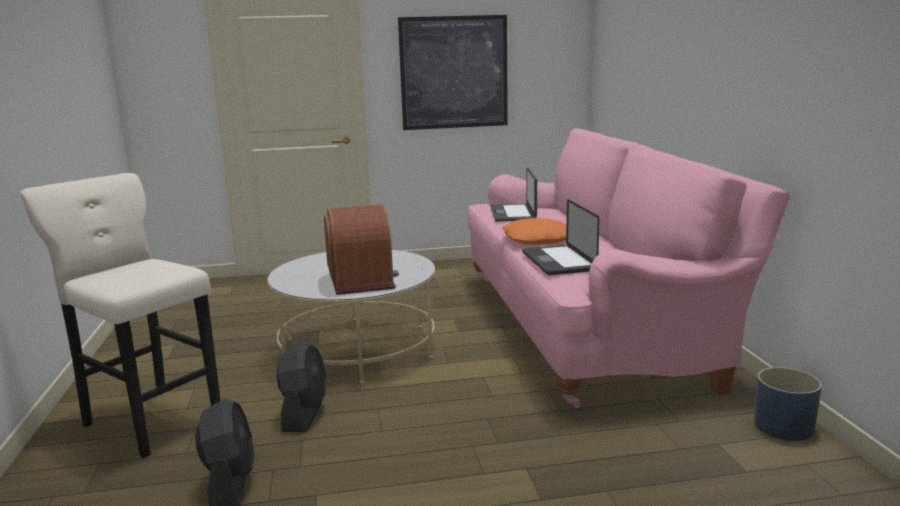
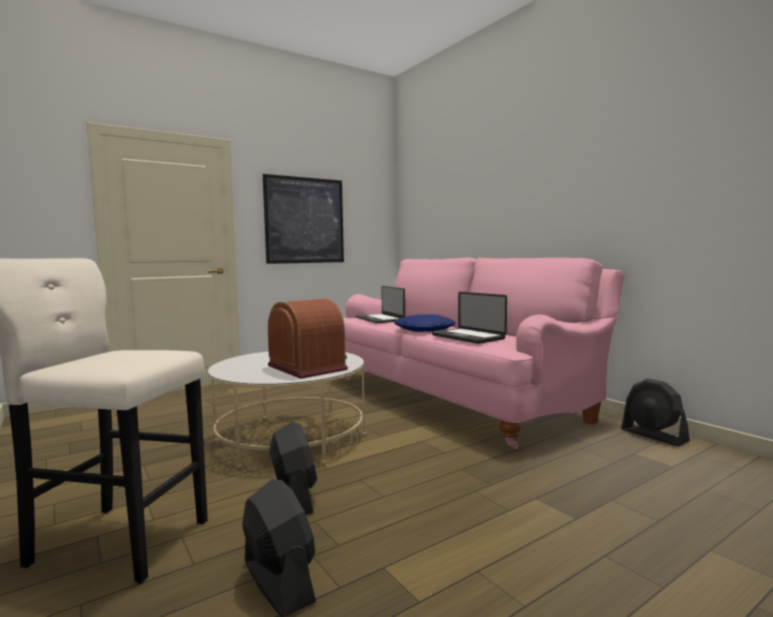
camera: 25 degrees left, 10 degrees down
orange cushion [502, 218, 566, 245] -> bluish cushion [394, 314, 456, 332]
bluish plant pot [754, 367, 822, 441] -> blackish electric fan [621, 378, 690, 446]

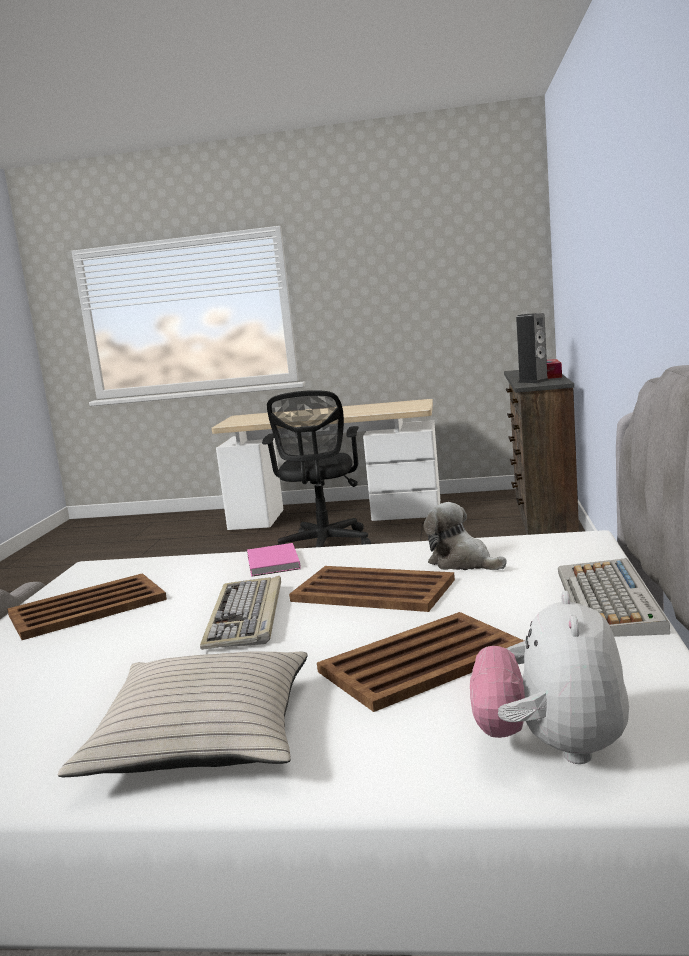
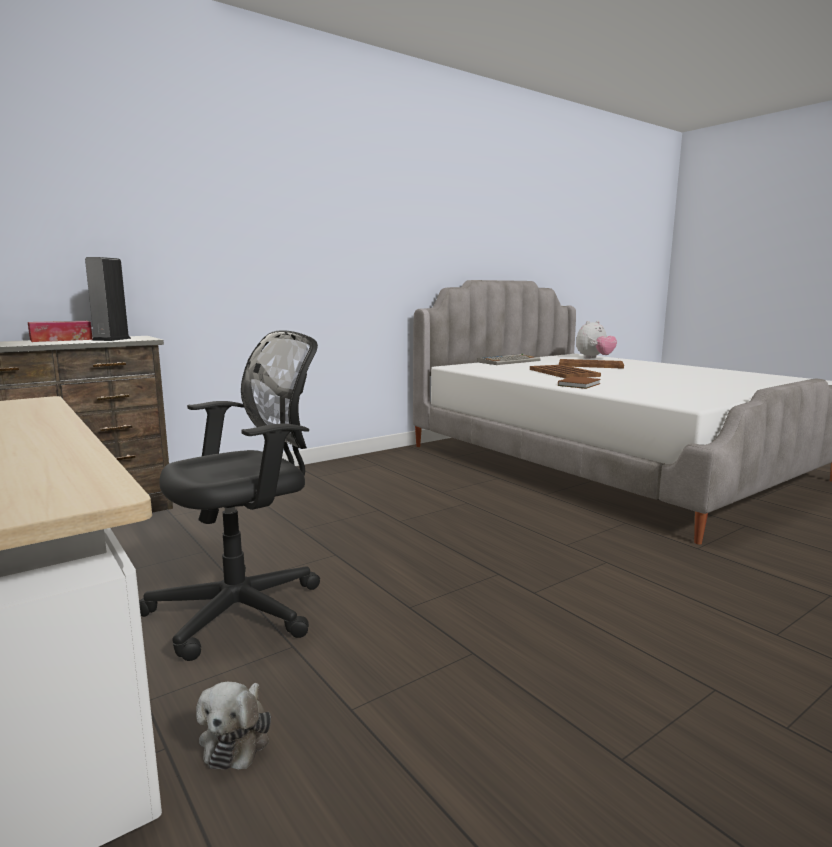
camera: 135 degrees left, 0 degrees up
brown-coloured tray [7, 573, 167, 640] -> none
beige-coloured cushion [58, 651, 308, 777] -> none
keyboard [200, 576, 281, 650] -> none
pinkish volume [247, 543, 301, 577] -> brown-coloured volume [558, 376, 601, 389]
plush toy [424, 502, 507, 570] -> plush toy [196, 682, 271, 770], shifted

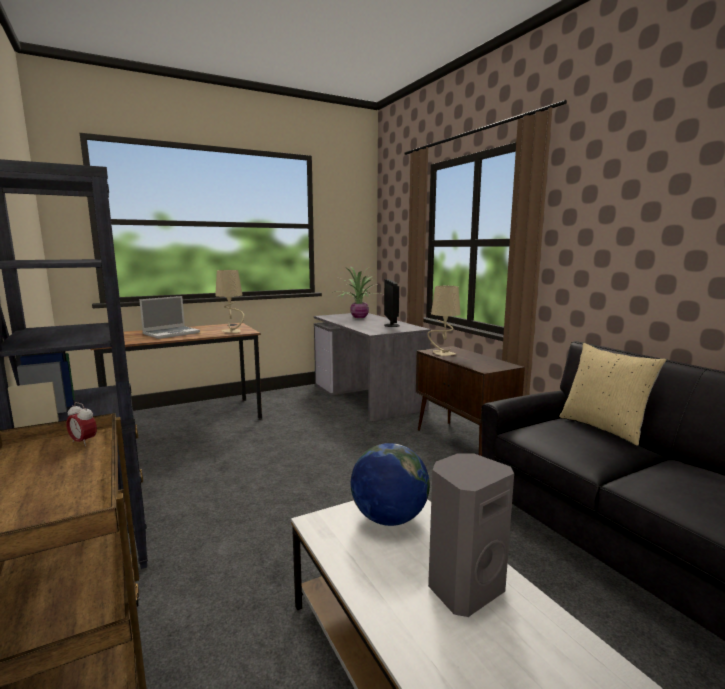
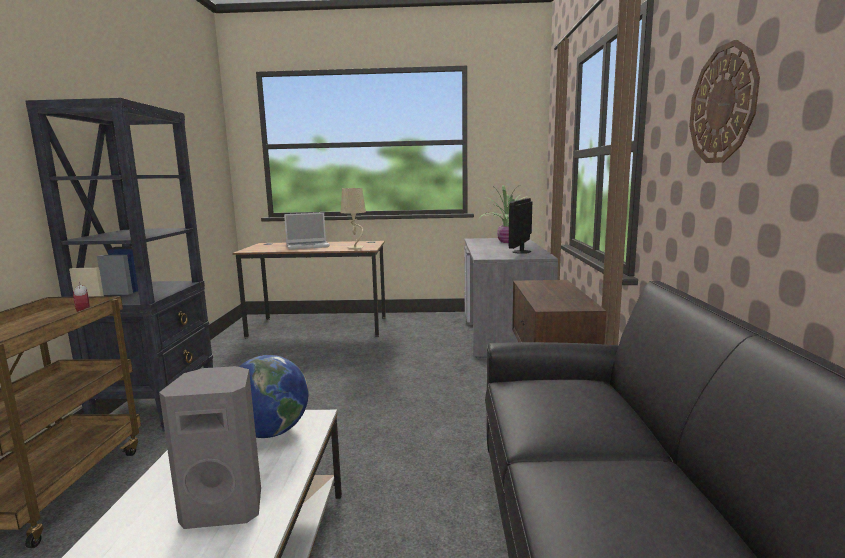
camera: 30 degrees right, 0 degrees up
beige-coloured lamp for a table [427, 286, 461, 356] -> none
beige-coloured cushion [559, 343, 666, 446] -> none
none -> clock on the wall [689, 40, 760, 163]

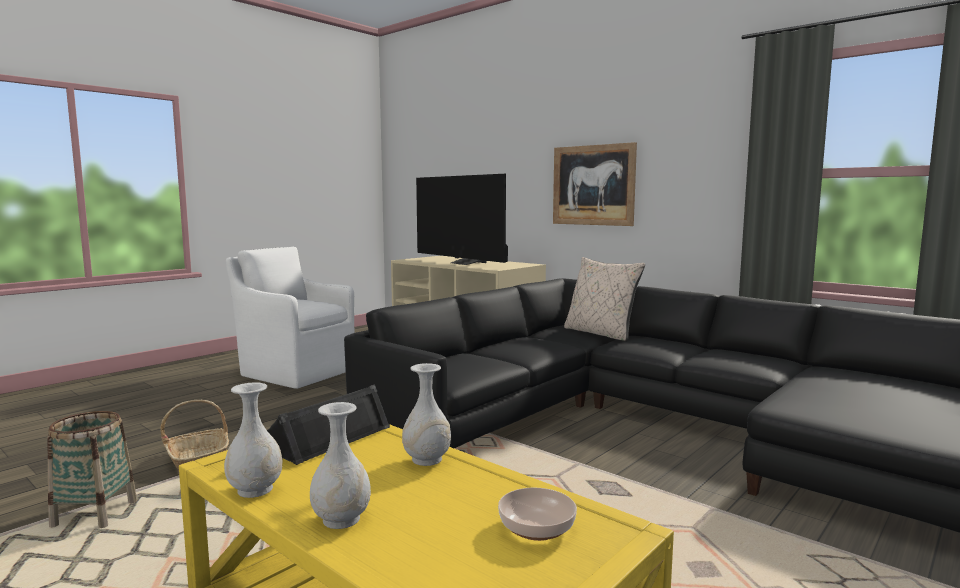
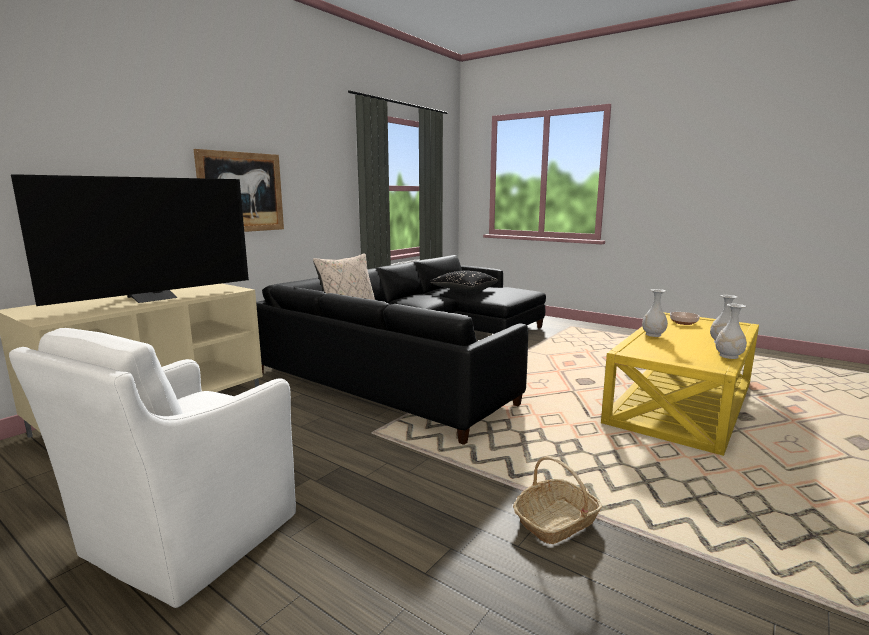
camera: 95 degrees left, 5 degrees up
basket [48, 411, 137, 528] -> none
blackish loudspeaker [267, 384, 390, 465] -> none
none -> blackish cushion [430, 270, 498, 292]

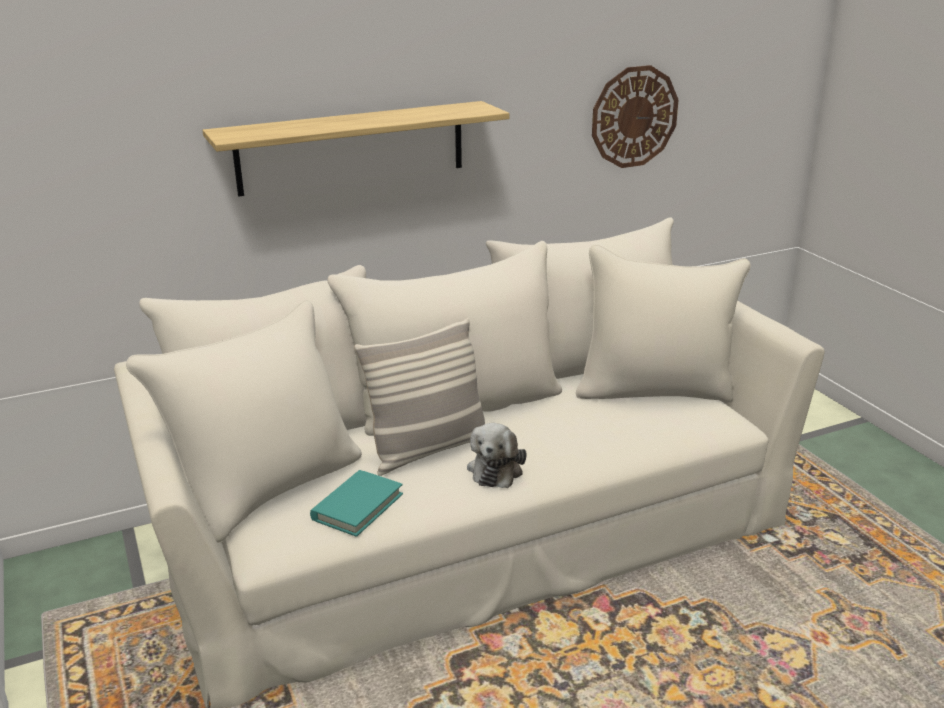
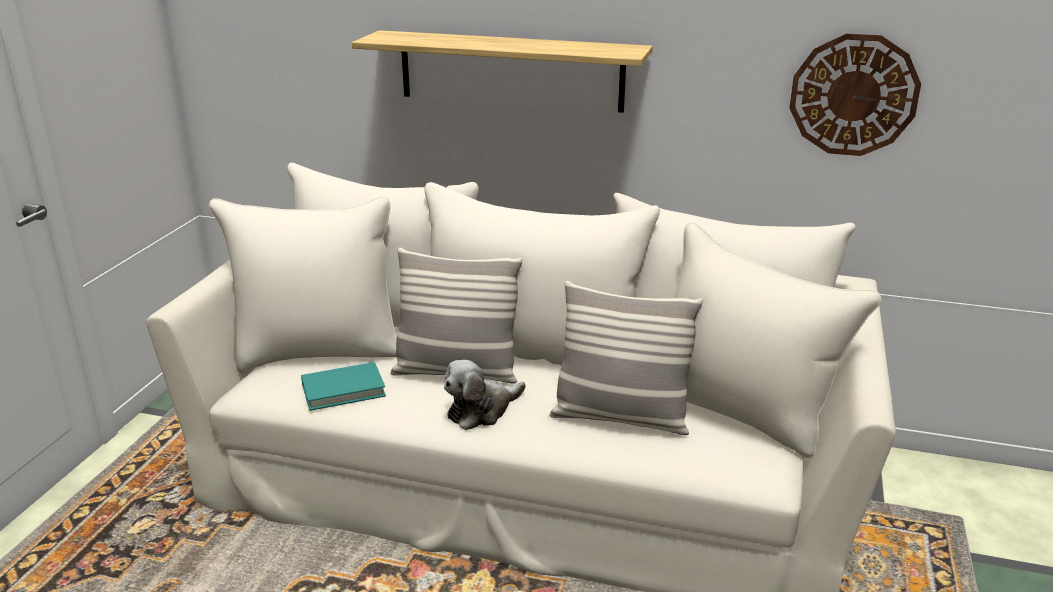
camera: 40 degrees right, 0 degrees up
none -> cushion [549, 281, 703, 435]

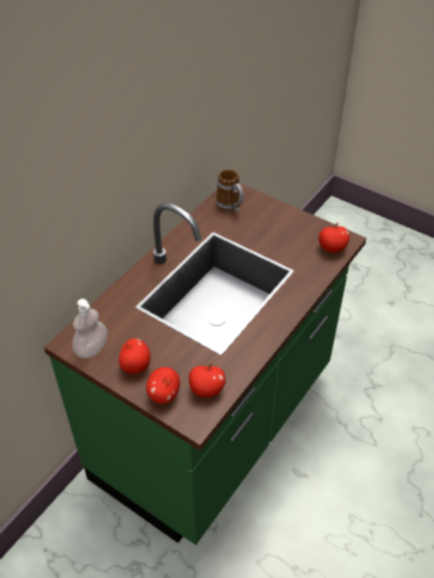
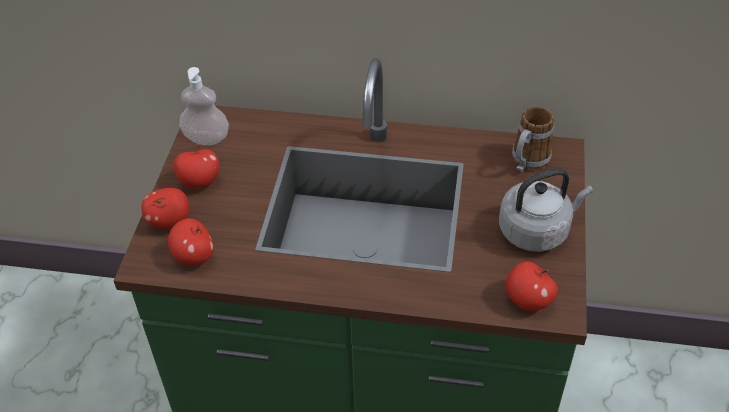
camera: 65 degrees right, 0 degrees up
none -> greyish tea kettle [499, 169, 593, 252]

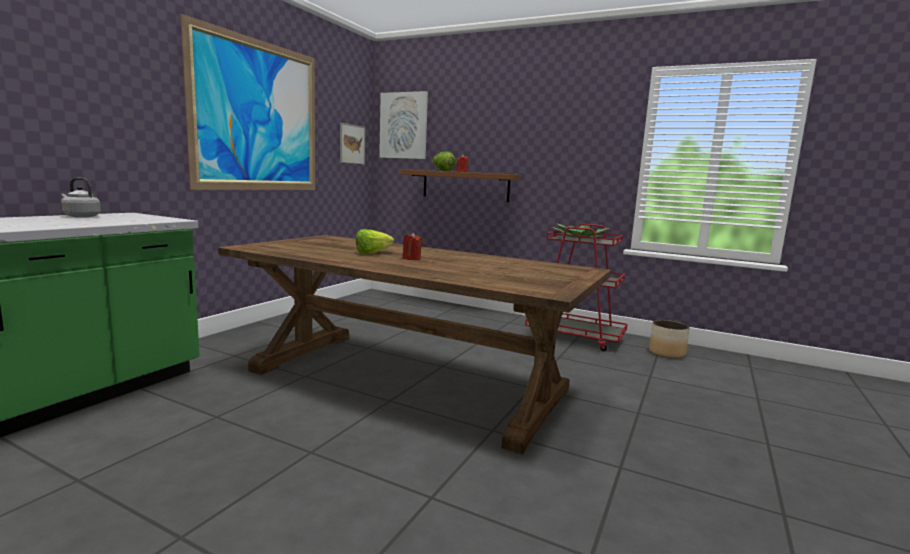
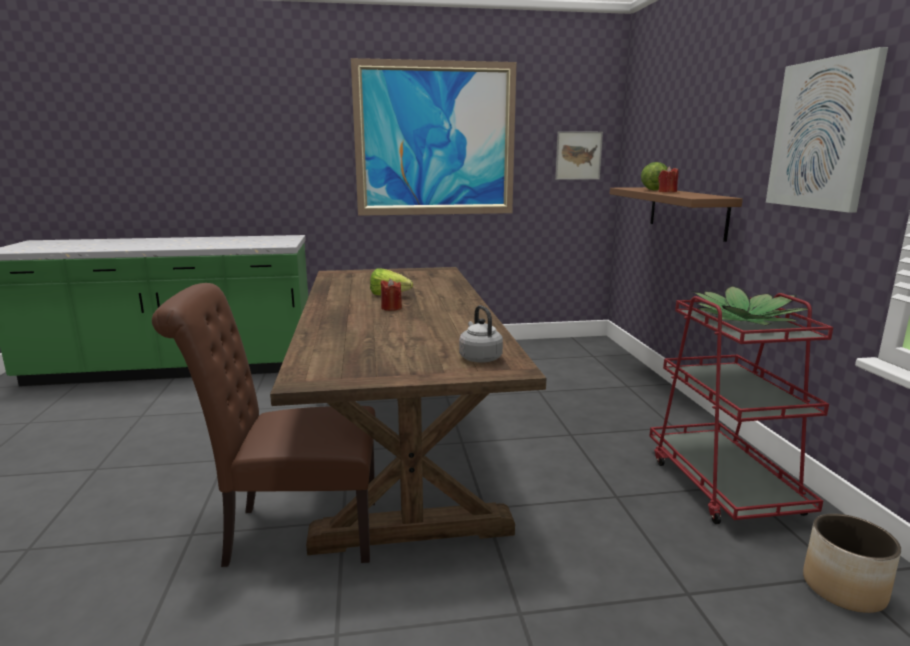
camera: 55 degrees right, 5 degrees up
greyish tea kettle [61, 178, 101, 218] -> greyish tea kettle [459, 305, 503, 363], shifted
wall picture [379, 91, 428, 159] -> wall picture [766, 47, 888, 213], shifted
none -> brown-coloured upright chair [152, 283, 376, 567]

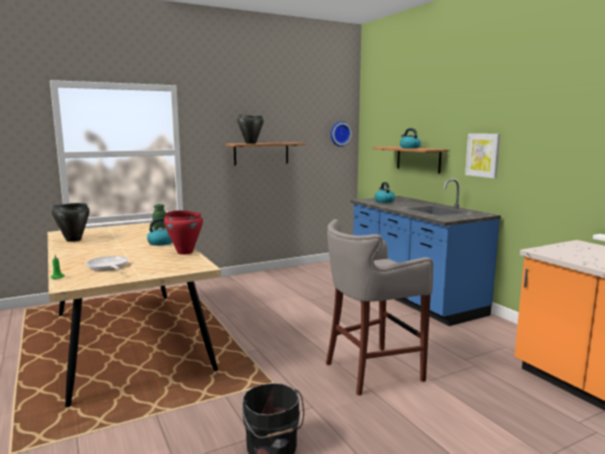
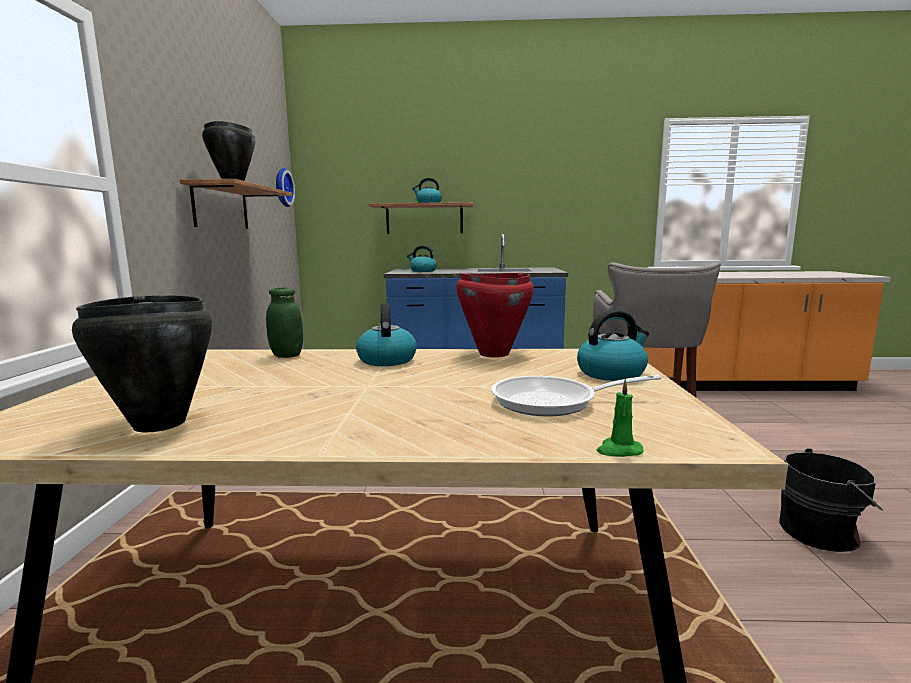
camera: 60 degrees left, 0 degrees up
wall picture [465, 133, 500, 178] -> none
none -> tea kettle [577, 310, 649, 381]

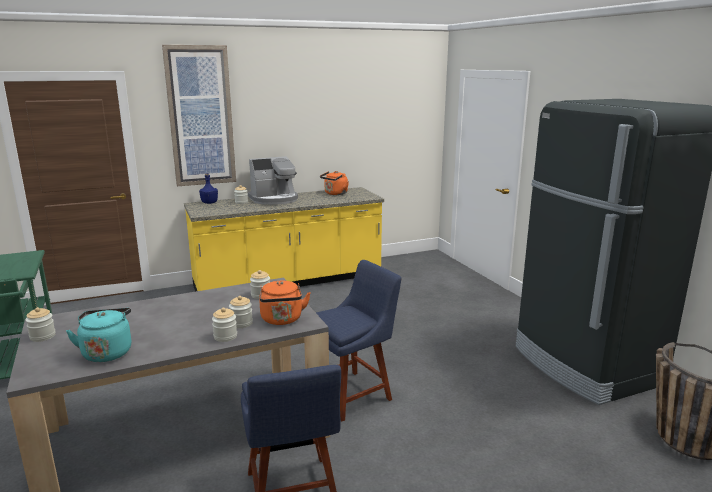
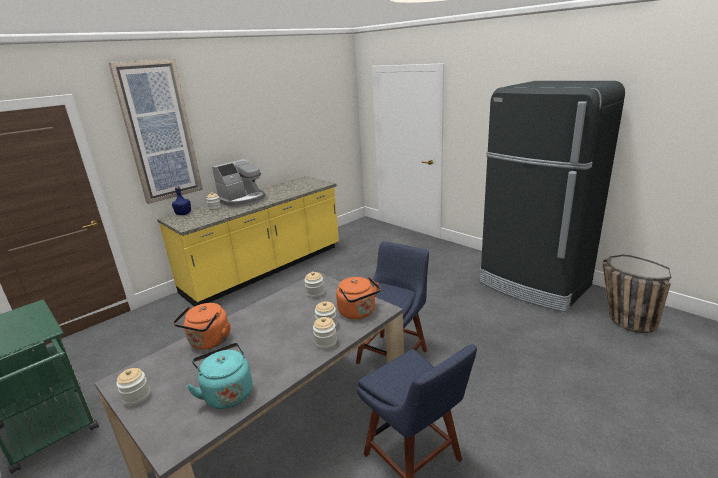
camera: 20 degrees left, 5 degrees up
orange tea kettle [320, 171, 349, 195] -> orange tea kettle [173, 303, 231, 350], shifted

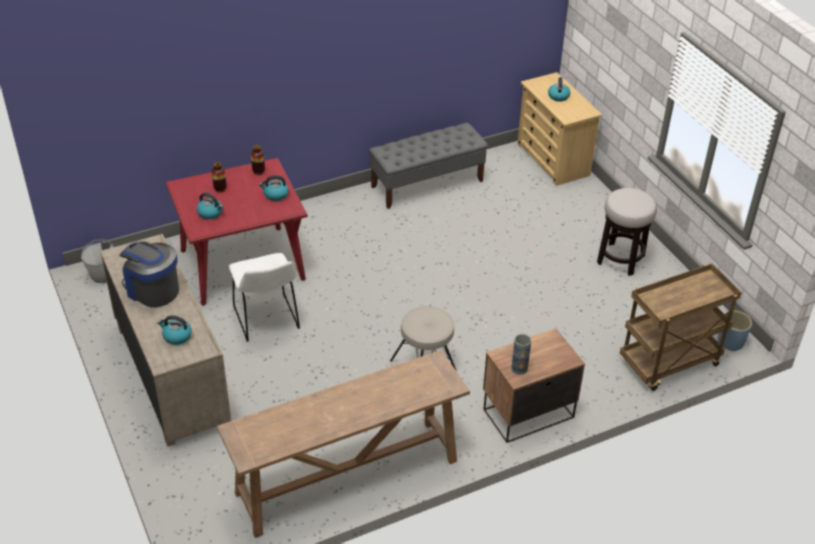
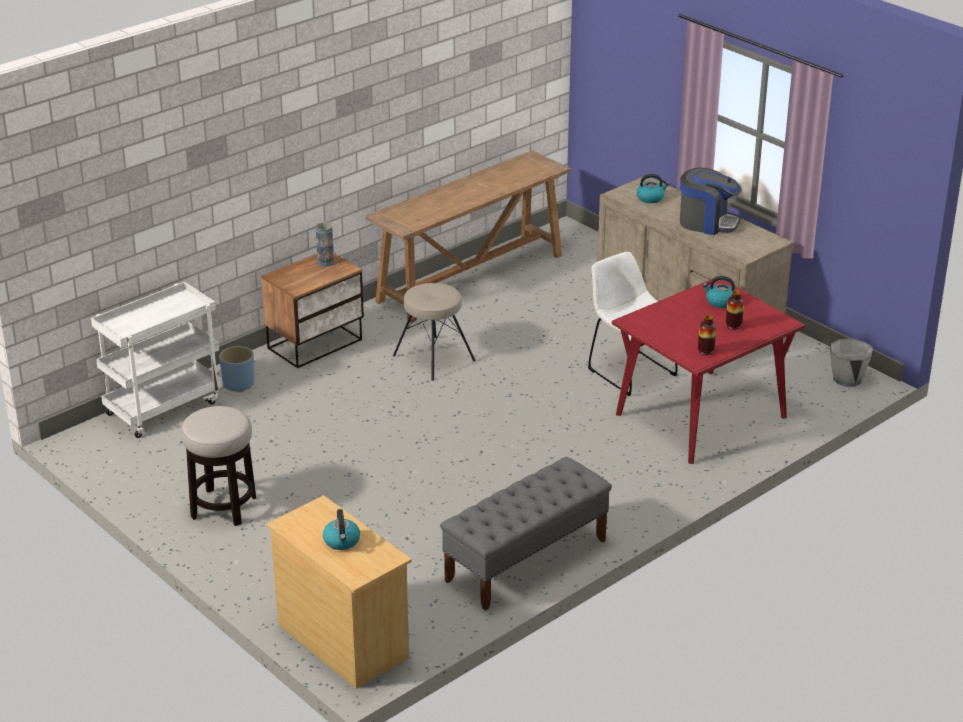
camera: 165 degrees right, 10 degrees down
tea kettle [259, 175, 289, 201] -> none
brown-coloured trolley [620, 263, 742, 391] -> whitish trolley [91, 282, 223, 438]
bluish plant pot [718, 310, 752, 351] -> bluish plant pot [219, 346, 254, 392], shifted

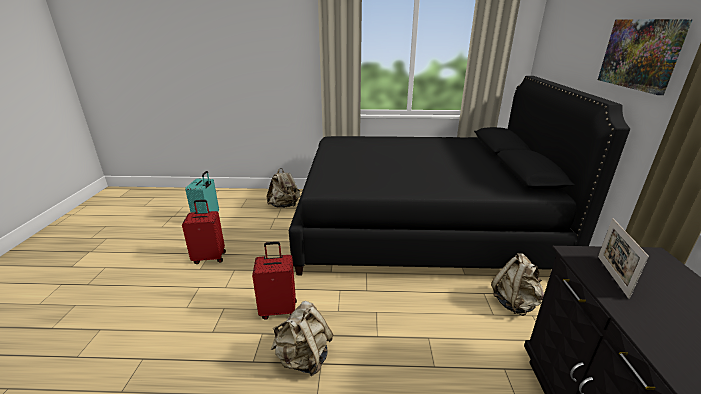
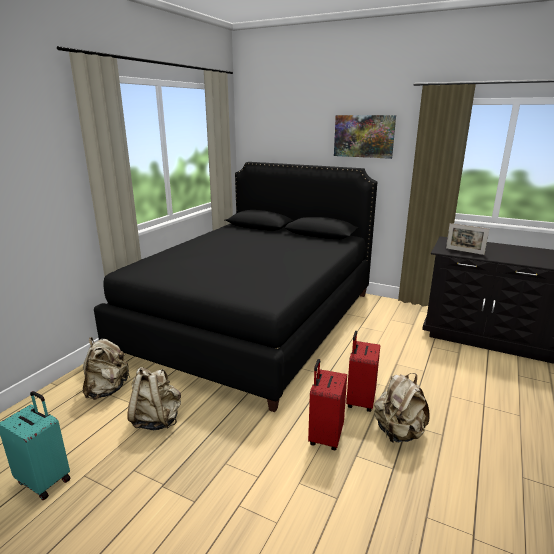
camera: 65 degrees left, 5 degrees down
red-coloured travel case [182, 200, 226, 264] -> red-coloured travel case [346, 331, 380, 412], shifted
beige-coloured knapsack [491, 253, 544, 316] -> beige-coloured knapsack [127, 367, 181, 430], shifted

